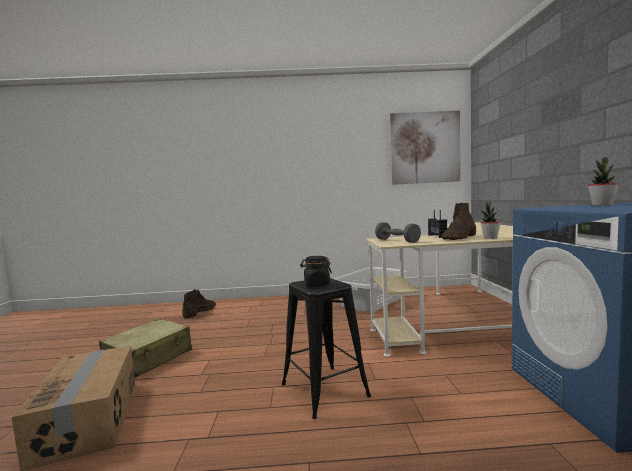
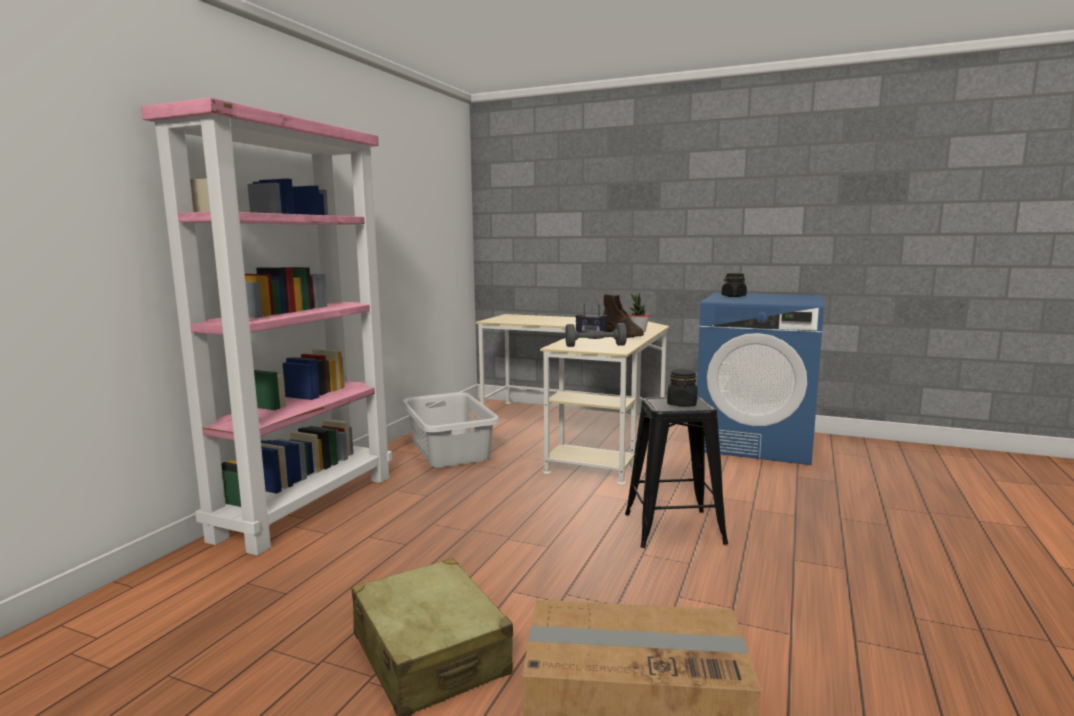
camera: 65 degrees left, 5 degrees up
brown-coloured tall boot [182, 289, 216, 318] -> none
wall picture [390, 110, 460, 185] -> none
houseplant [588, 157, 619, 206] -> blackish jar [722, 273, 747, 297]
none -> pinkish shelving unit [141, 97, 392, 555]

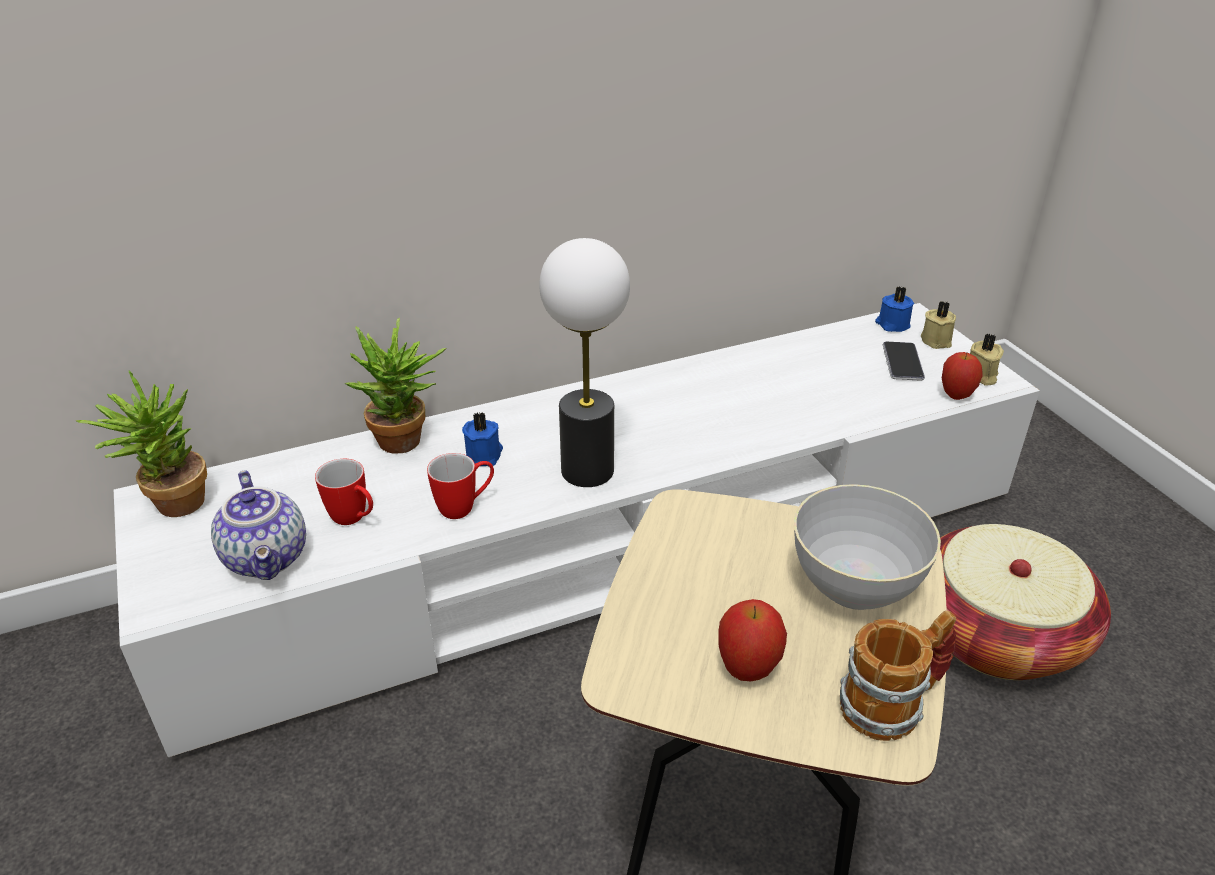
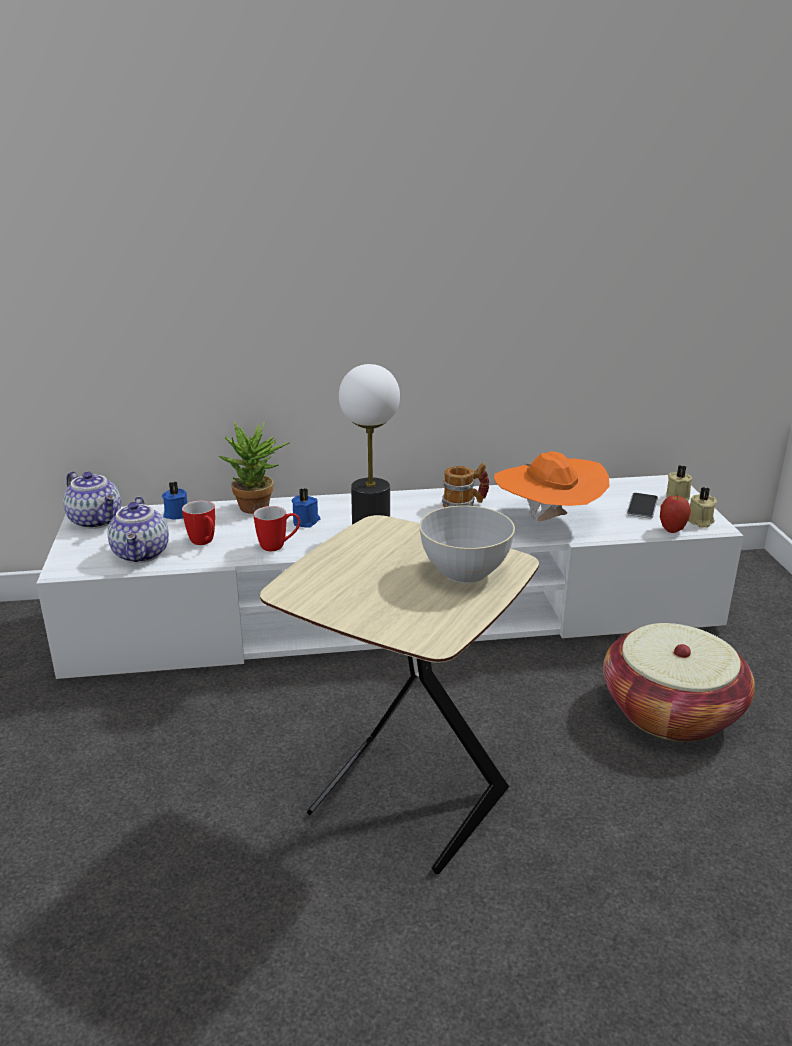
camera: 15 degrees right, 10 degrees down
houseplant [76, 371, 207, 517] -> tea pot [63, 471, 121, 529]
whole apple [718, 599, 787, 681] -> none
coffee mug [840, 610, 956, 741] -> coffee mug [442, 463, 489, 507], shifted
bluish wax light [875, 286, 914, 332] -> bluish wax light [162, 482, 187, 520], shifted
none -> orange hat [494, 451, 610, 522]

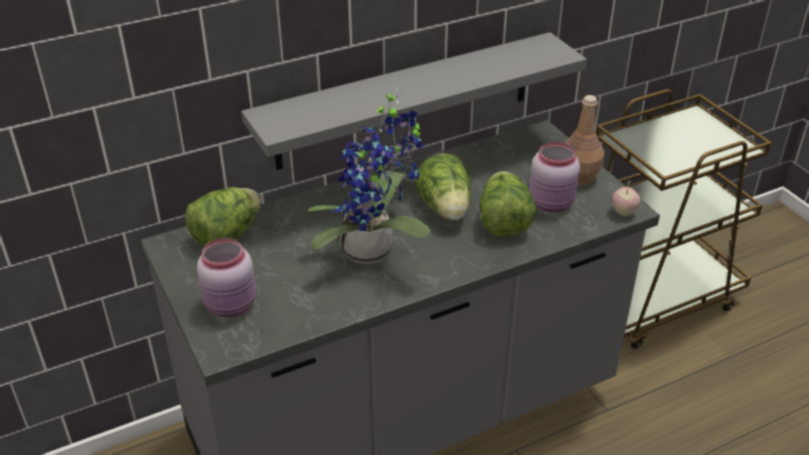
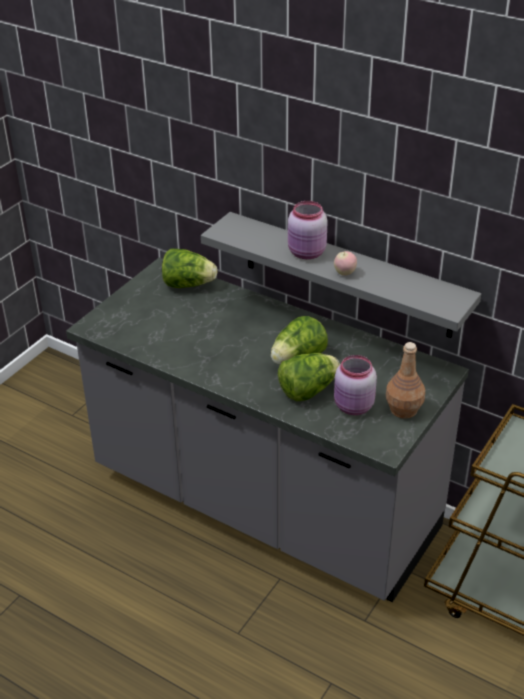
camera: 60 degrees right, 0 degrees up
pinkish jar [197, 238, 256, 318] -> pinkish jar [288, 201, 328, 259], shifted
houseplant [308, 87, 430, 264] -> none
whole apple [612, 187, 641, 217] -> whole apple [334, 251, 357, 276], shifted

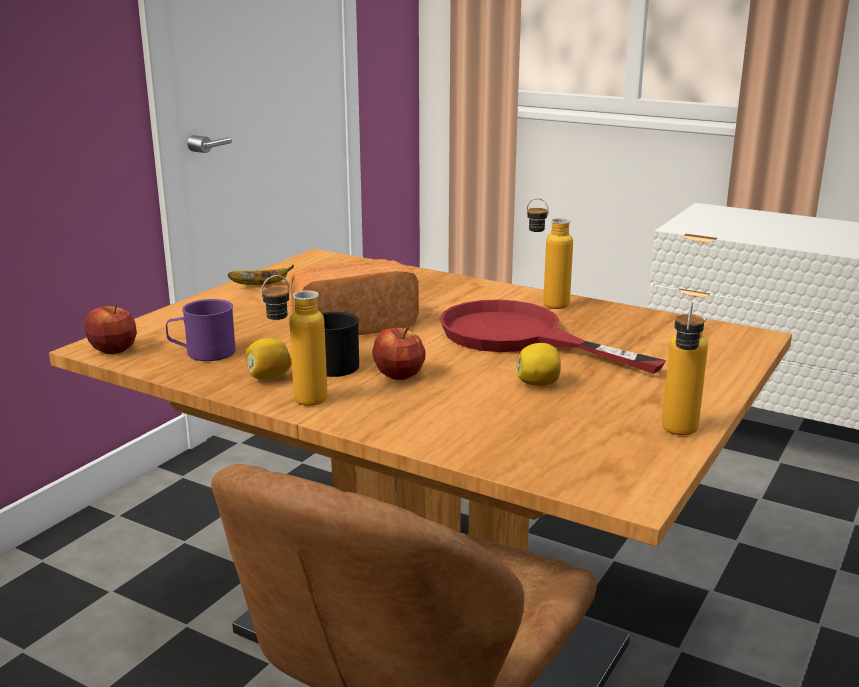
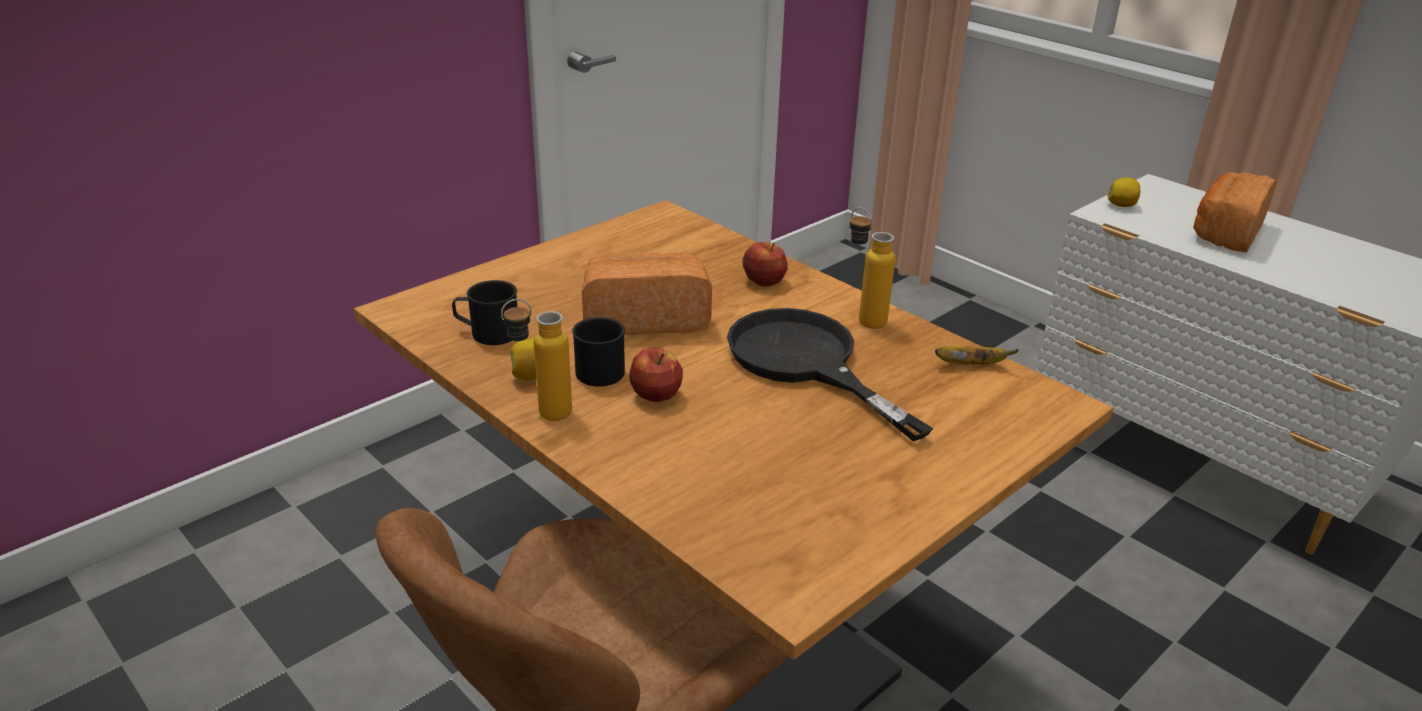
camera: 15 degrees right, 10 degrees up
whole apple [84, 304, 137, 354] -> whole apple [742, 242, 788, 287], shifted
purple-coloured coffee mug [166, 299, 236, 361] -> blackish coffee mug [452, 280, 517, 345]
banana [228, 265, 294, 285] -> banana [935, 346, 1019, 365], shifted
red-coloured pan [439, 300, 666, 374] -> blackish pan [727, 308, 933, 441]
whole lemon [516, 343, 561, 386] -> whole lemon [1107, 177, 1140, 207], shifted
bottle [662, 301, 708, 435] -> none
none -> bakery bread [1193, 172, 1277, 252]

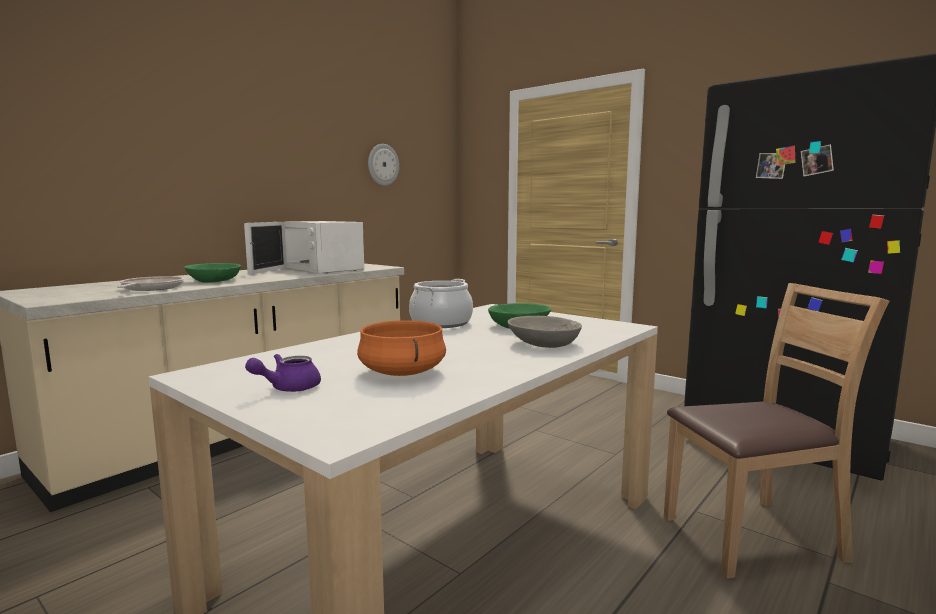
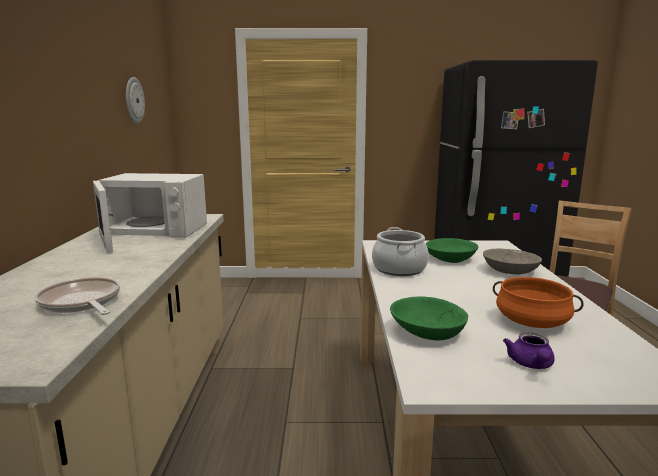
camera: 40 degrees left, 5 degrees up
greenish deep dish [184, 263, 241, 283] -> greenish deep dish [390, 297, 468, 340], shifted

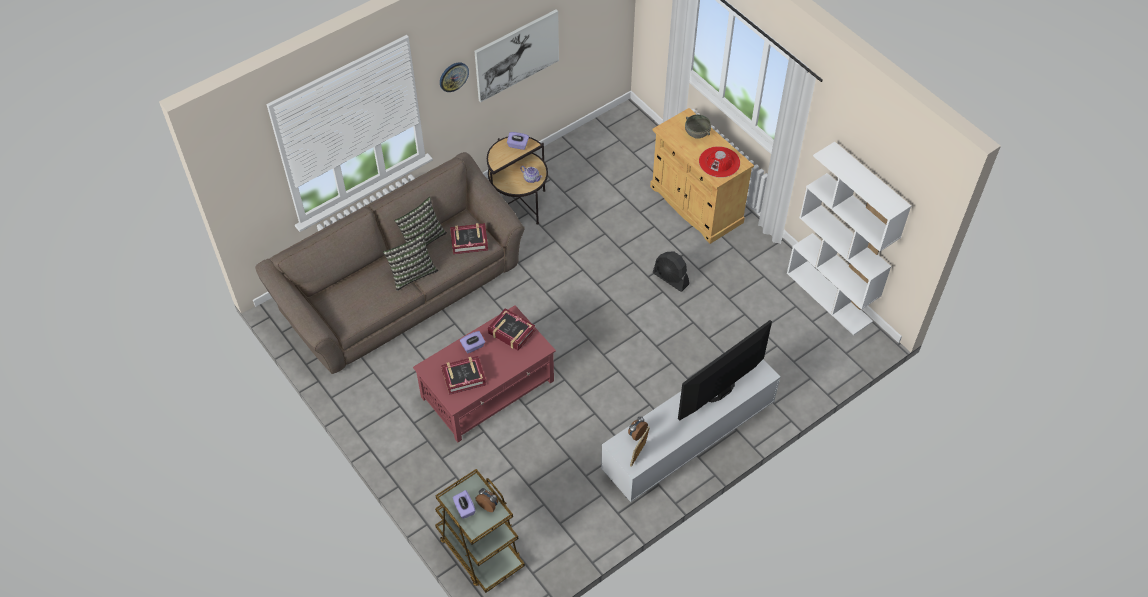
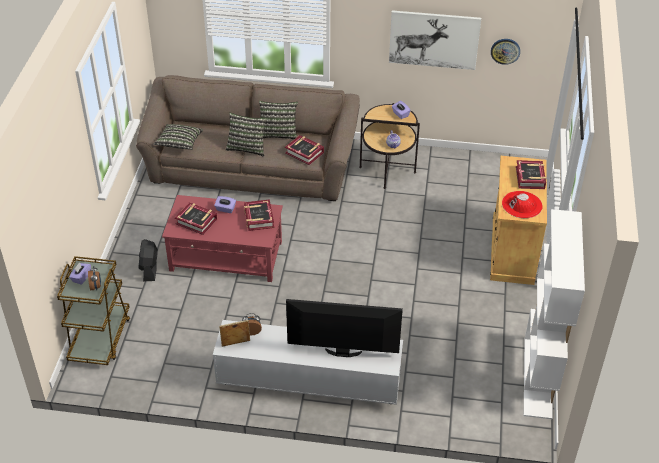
camera: 45 degrees right, 10 degrees down
clock on the wall [440, 62, 469, 92] -> clock on the wall [491, 39, 520, 65], shifted
blackish electric fan [653, 252, 689, 292] -> blackish electric fan [139, 239, 158, 282], shifted
greyish deep dish [685, 114, 711, 139] -> volume [516, 160, 546, 189]
none -> cushion [154, 124, 203, 150]

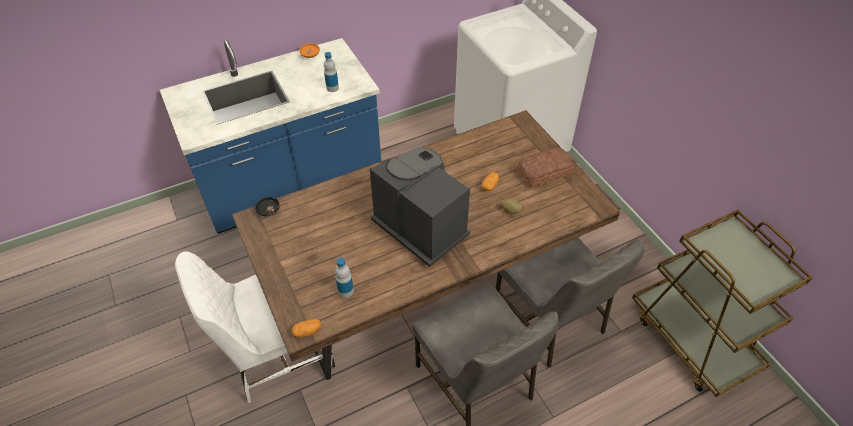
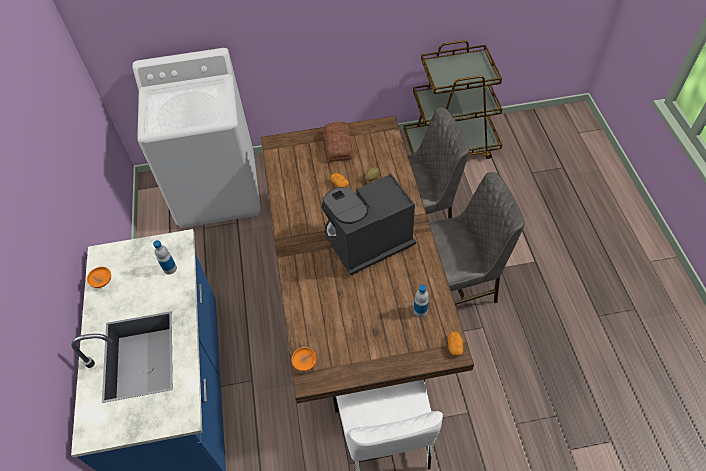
camera: 70 degrees left, 5 degrees up
blackish deep dish [255, 197, 280, 216] -> orange deep dish [292, 347, 316, 371]

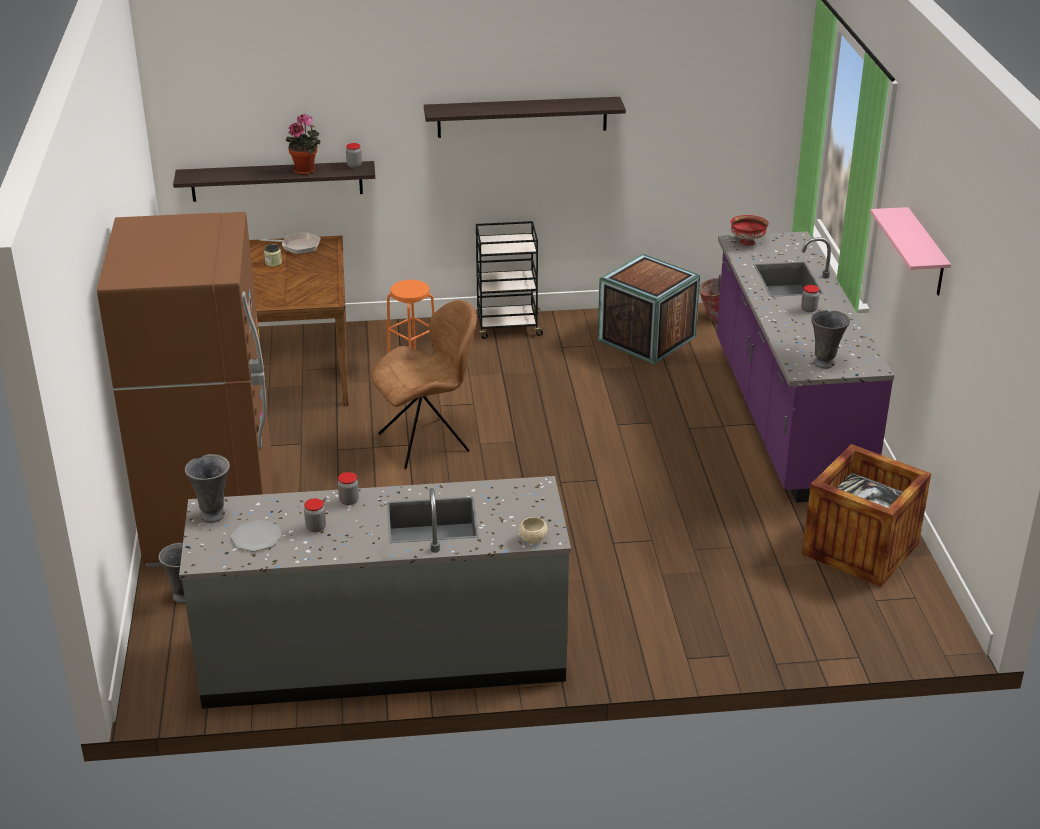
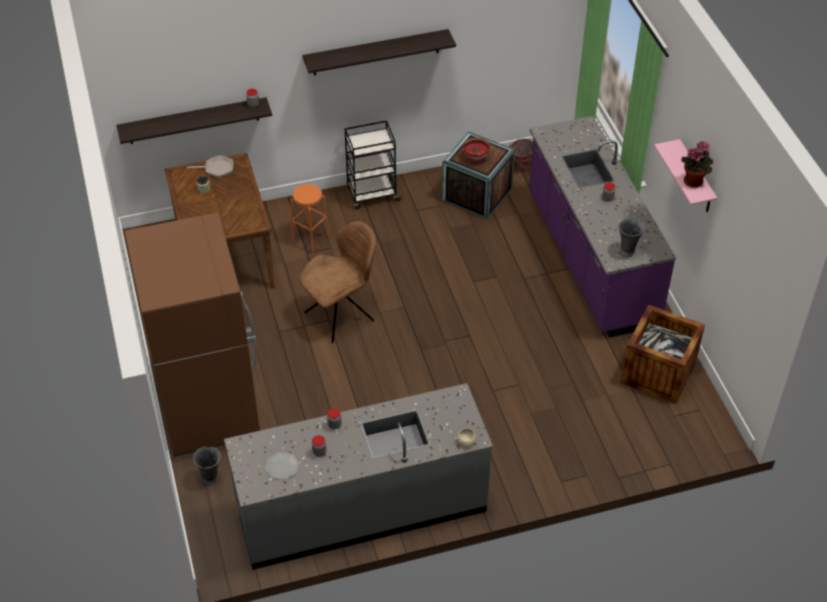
camera: 10 degrees left, 15 degrees up
greyish vase [185, 454, 230, 523] -> none
houseplant [286, 114, 320, 175] -> houseplant [681, 141, 713, 188], shifted
red-coloured deep dish [730, 215, 769, 246] -> red-coloured deep dish [463, 138, 490, 162], shifted

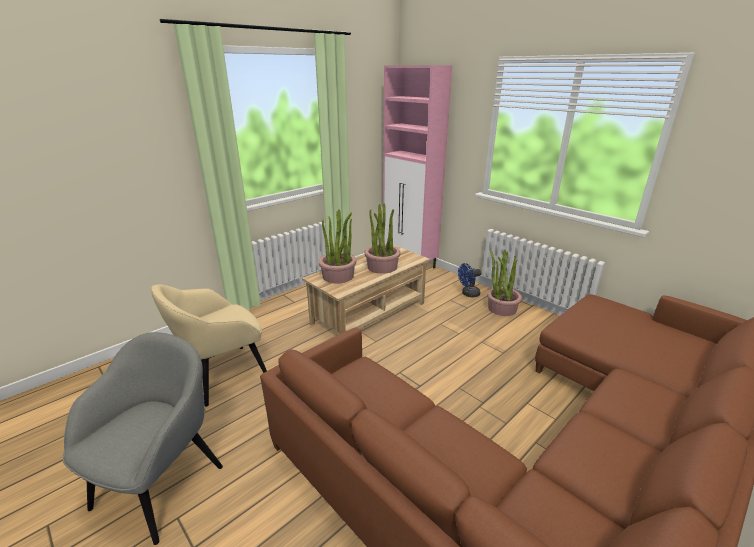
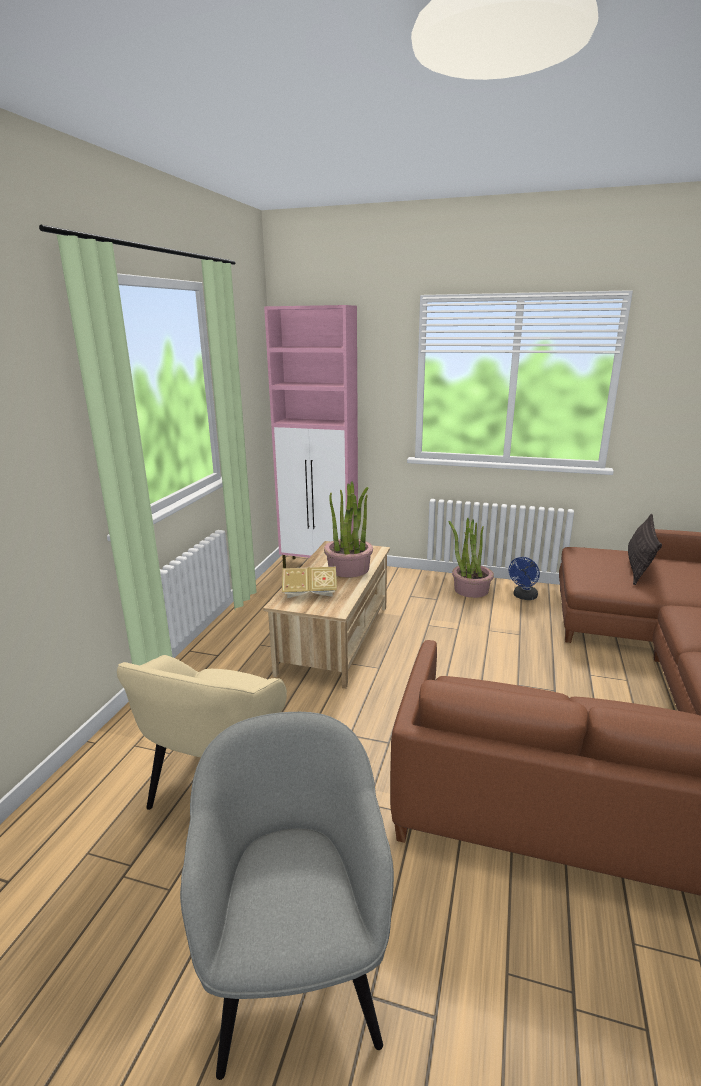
camera: 30 degrees left, 5 degrees down
houseplant [318, 210, 356, 283] -> volume [282, 567, 337, 598]
bluish electric fan [458, 263, 481, 297] -> bluish electric fan [509, 557, 540, 600], shifted
none -> cushion [628, 514, 662, 585]

